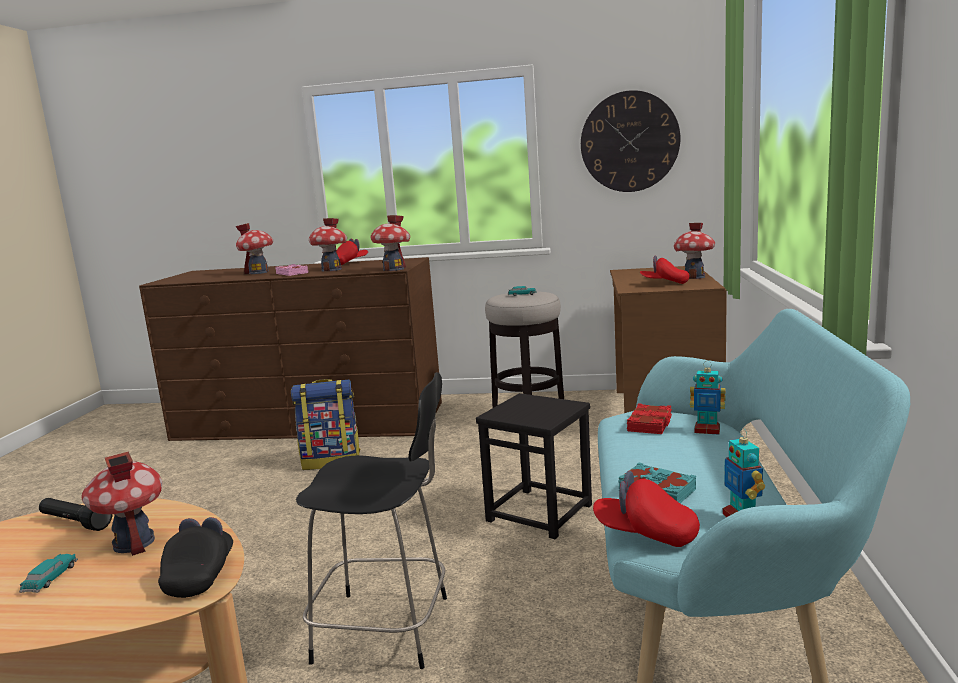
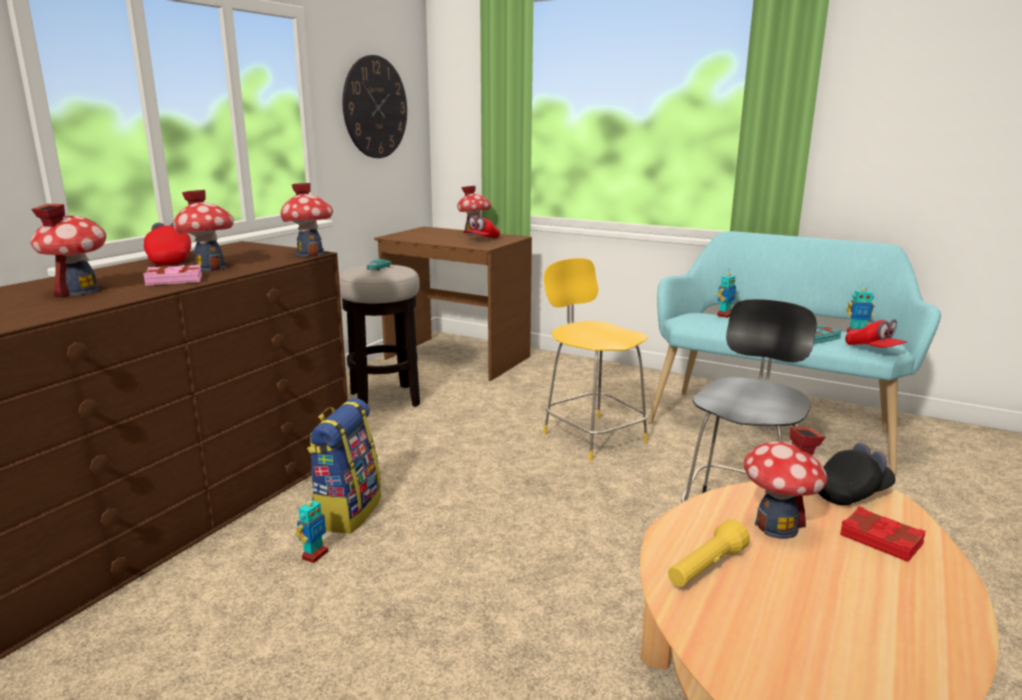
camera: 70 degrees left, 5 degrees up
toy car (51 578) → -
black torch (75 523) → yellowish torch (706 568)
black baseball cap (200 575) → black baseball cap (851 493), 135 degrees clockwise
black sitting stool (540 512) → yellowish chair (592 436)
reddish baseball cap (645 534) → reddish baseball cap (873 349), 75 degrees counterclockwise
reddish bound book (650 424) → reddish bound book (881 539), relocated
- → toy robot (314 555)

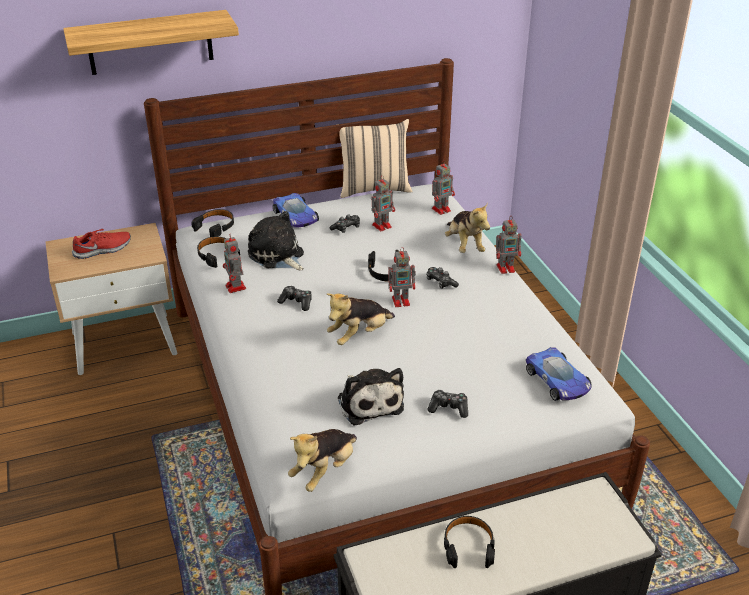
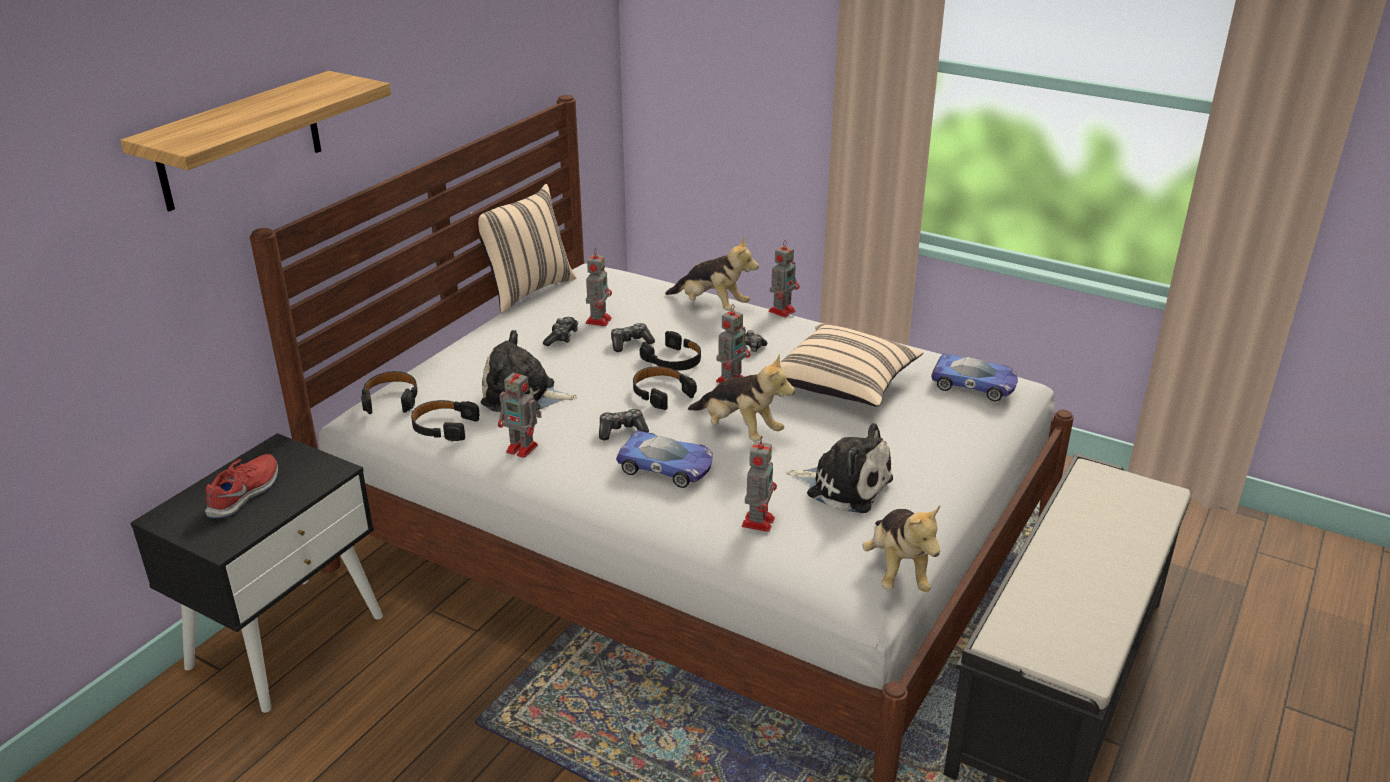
camera: 40 degrees left, 5 degrees down
sand-coloured bedside table (125 343) → black bedside table (286 640)
toy car (296 217) → toy car (667 467), relocated
plush toy (359 335) → plush toy (739 430), 60 degrees counterclockwise
joypad (449 408) → joypad (630 343), relocated
toy robot (442 209) → toy robot (758 521), relocated
black pair of headphones (468 546) → black pair of headphones (661 393), relocated
- → sand-coloured throw pillow (844 385)

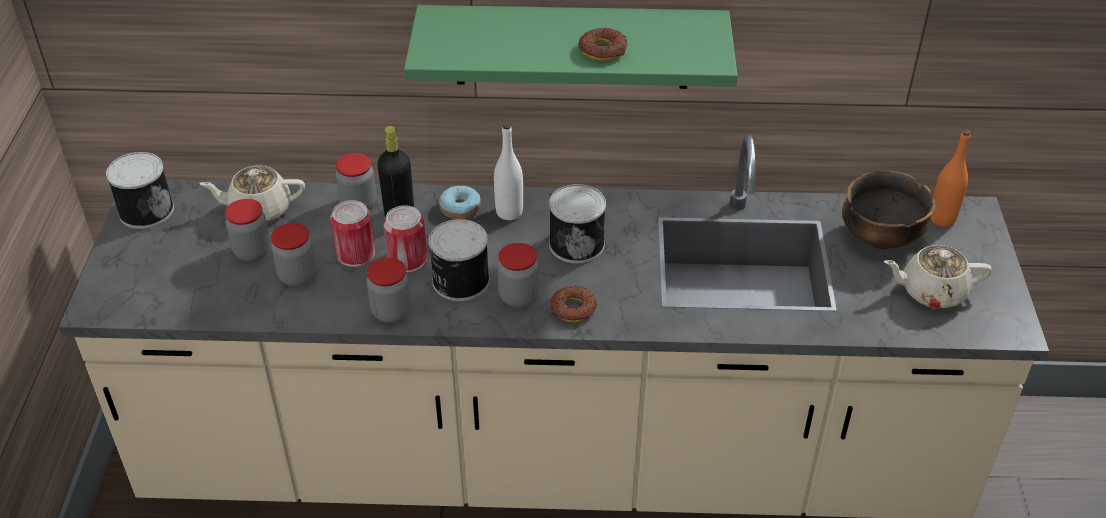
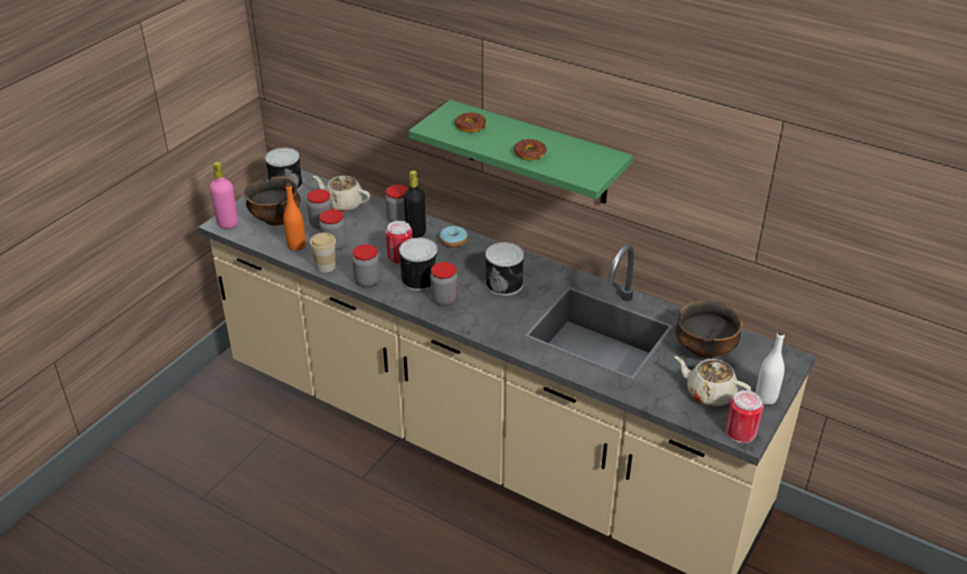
camera: 30 degrees right, 5 degrees down
can (356 253) → can (740 432), relocated
whitish bottle (509 212) → whitish bottle (766 398), relocated
doughnut (573 308) → doughnut (470 126), relocated
orange bottle (942 218) → orange bottle (296 246), relocated
- → pink-coloured bottle (228 224)
- → bowl (276 219)
- → cup (325 266)

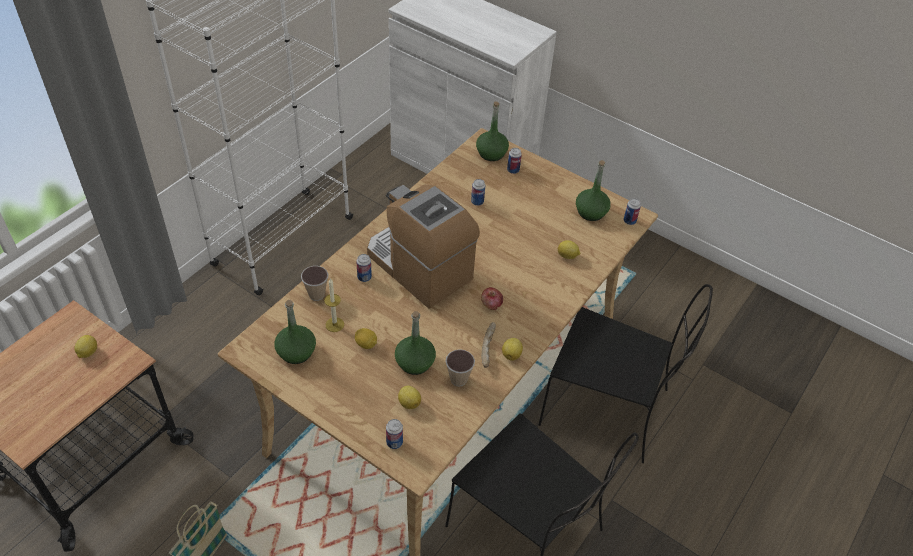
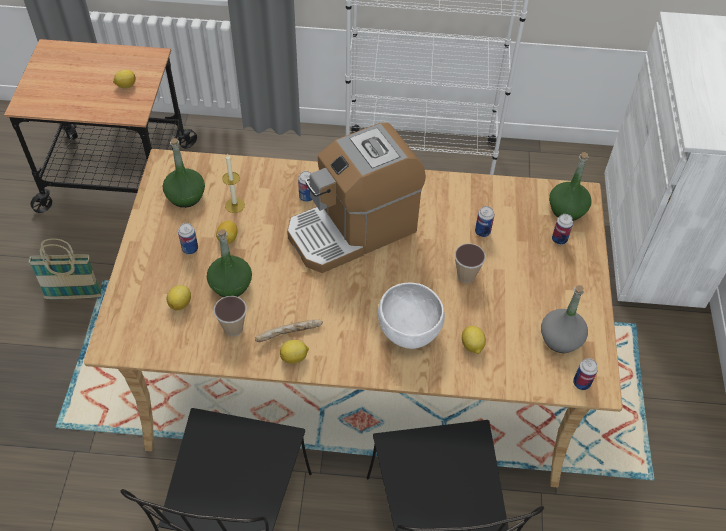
camera: 60 degrees right, 5 degrees up
cup (316 295) → cup (466 275), relocated
coffee maker (419 267) → coffee maker (353 229), 135 degrees counterclockwise
can (394 442) → can (190 249), relocated
whole apple (491 304) → -
green-coloured bottle (591 212) → grey bottle (560 339)
- → whitish bowl (409 333)

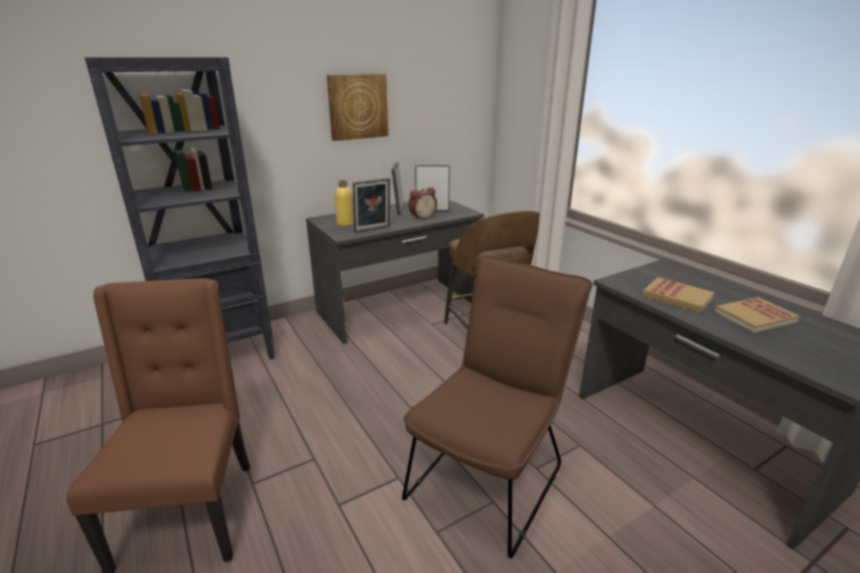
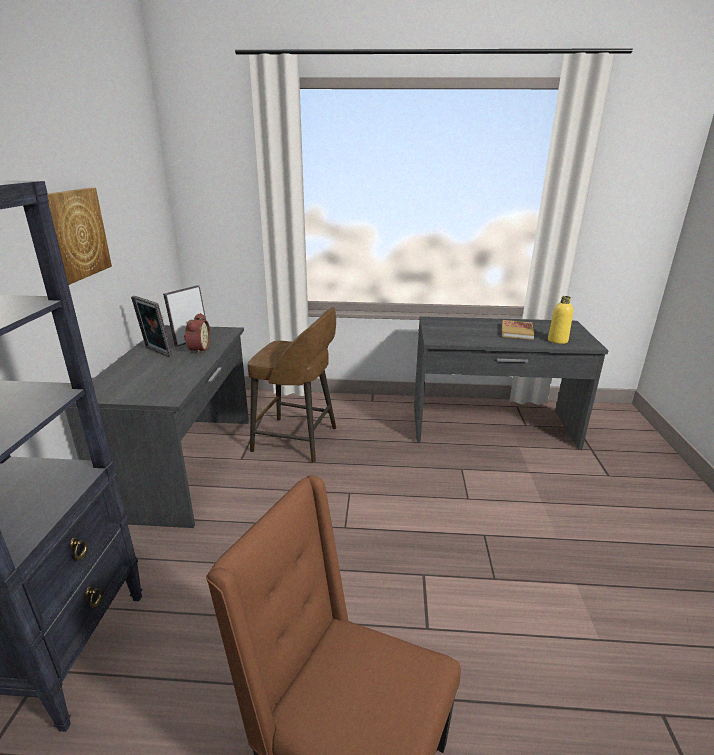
camera: 55 degrees left, 0 degrees up
yellowish bottle (345 223) → yellowish bottle (557 340), relocated
standing frame (373 229) → -
brown-coloured chair (491 475) → -
bound book (677 297) → -

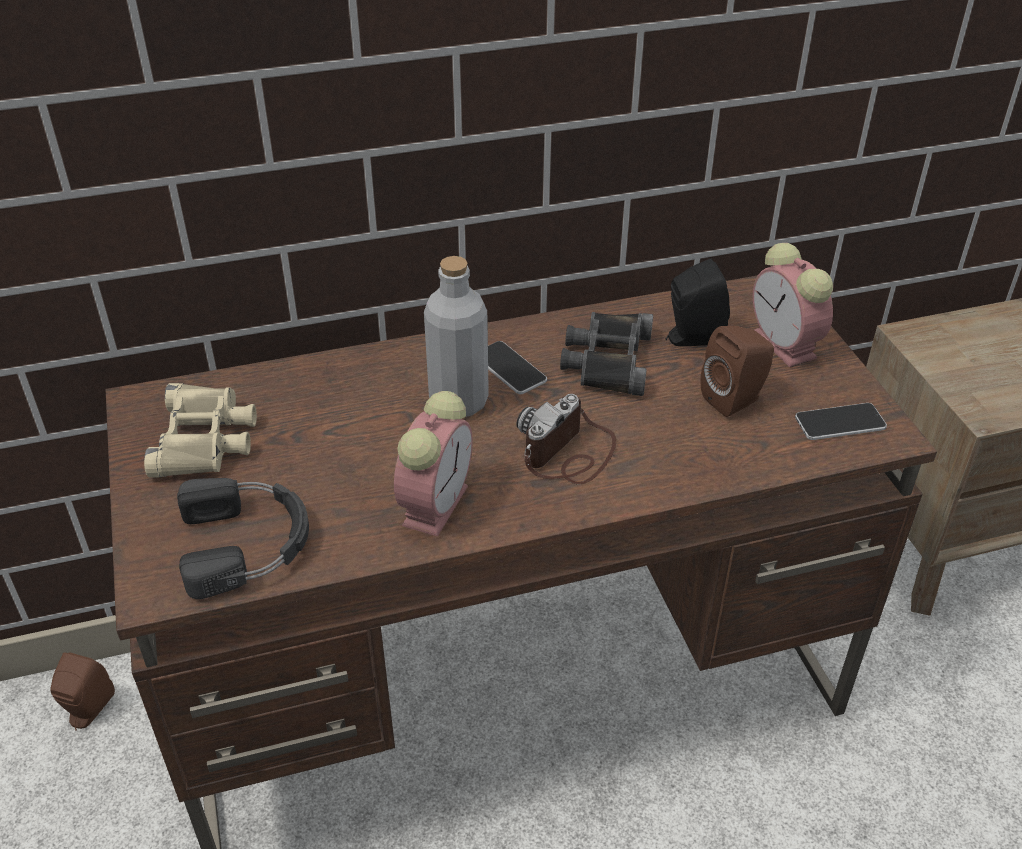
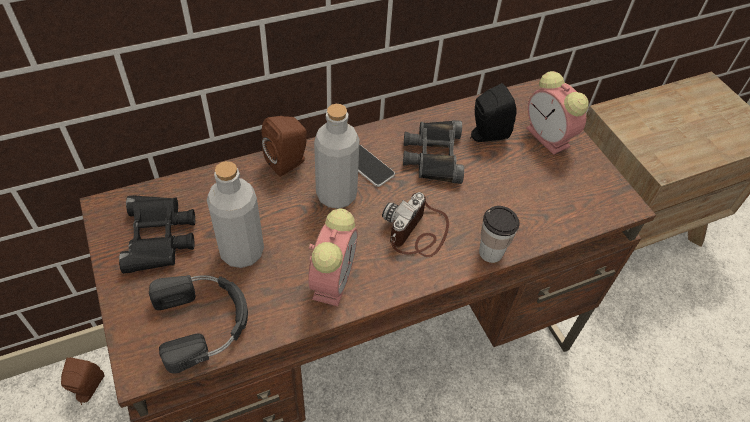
camera: 10 degrees left, 10 degrees up
sand-coloured binoculars (205 439) → black binoculars (160 237)
brown-coloured speaker (735 399) → brown-coloured speaker (289 162), relocated
phone (840 423) → -
- → grey bottle (242 251)
- → cup (490 252)

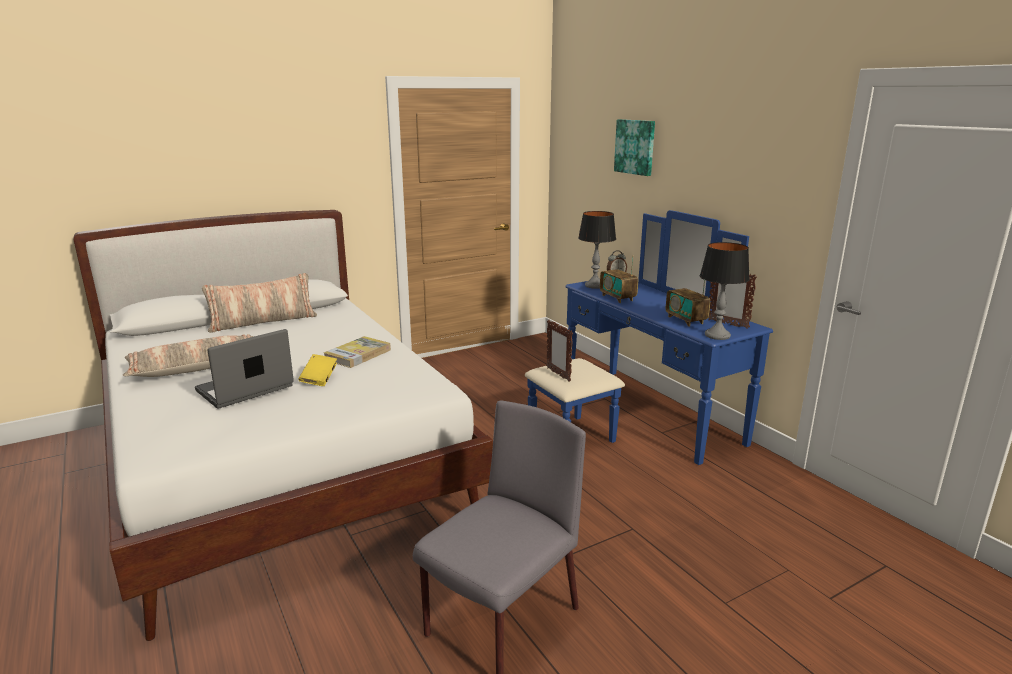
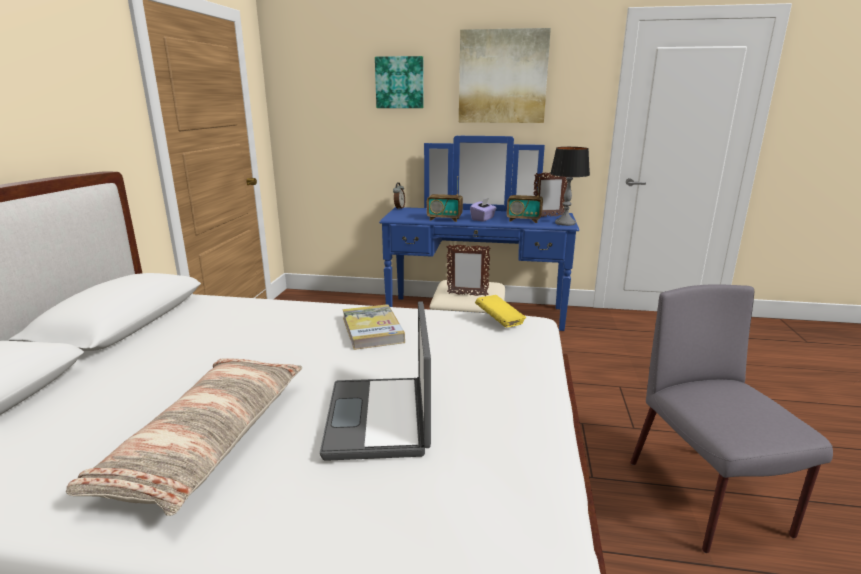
camera: 50 degrees left, 0 degrees up
throw pillow (263 322) → -
yellowish bound book (319 379) → yellowish bound book (499 322), relocated
table lamp (594 285) → -
- → wall art (502 77)
- → purple-coloured box of tissues (483 219)

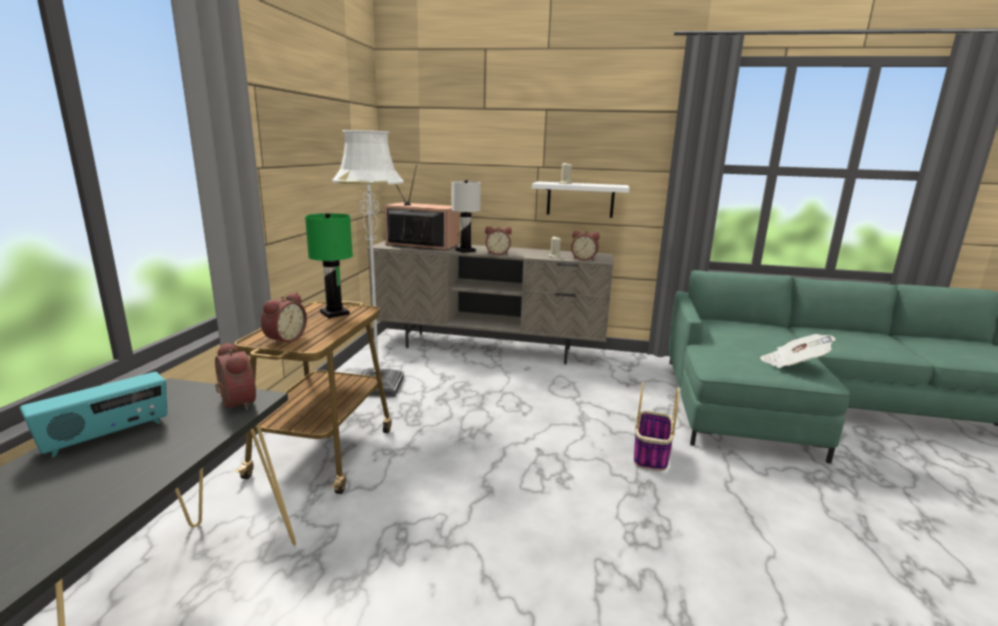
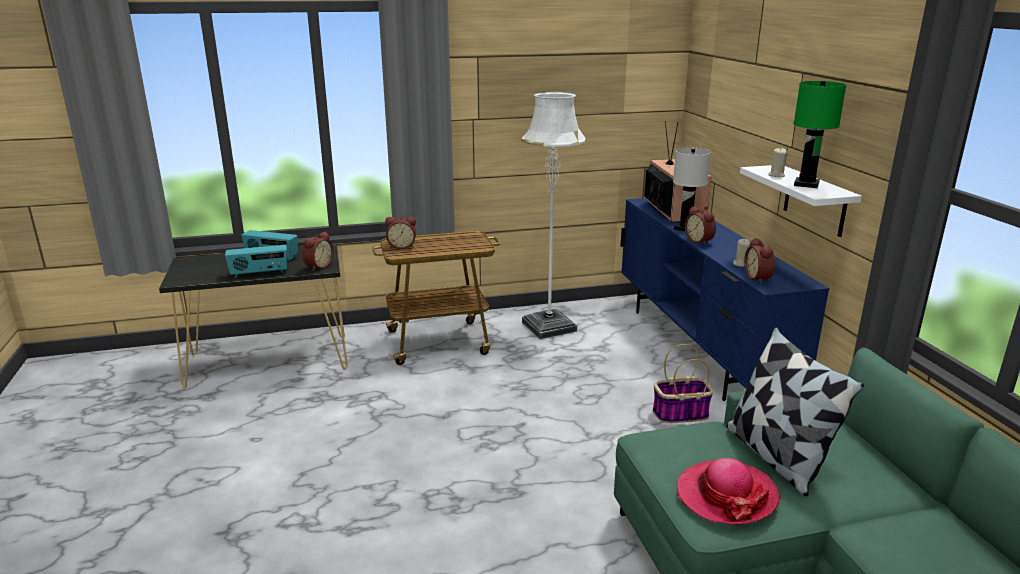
camera: 65 degrees right, 5 degrees up
green-coloured table lamp (334 313) → green-coloured table lamp (806 184), relocated
sand-coloured tv unit (489 348) → blue-coloured tv unit (698 349)
storage basket (651 455) → storage basket (680 414), relocated
daily paper (793 365) → clothing hat (726 495)
- → radio (259 273)
- → throw pillow (776 456)

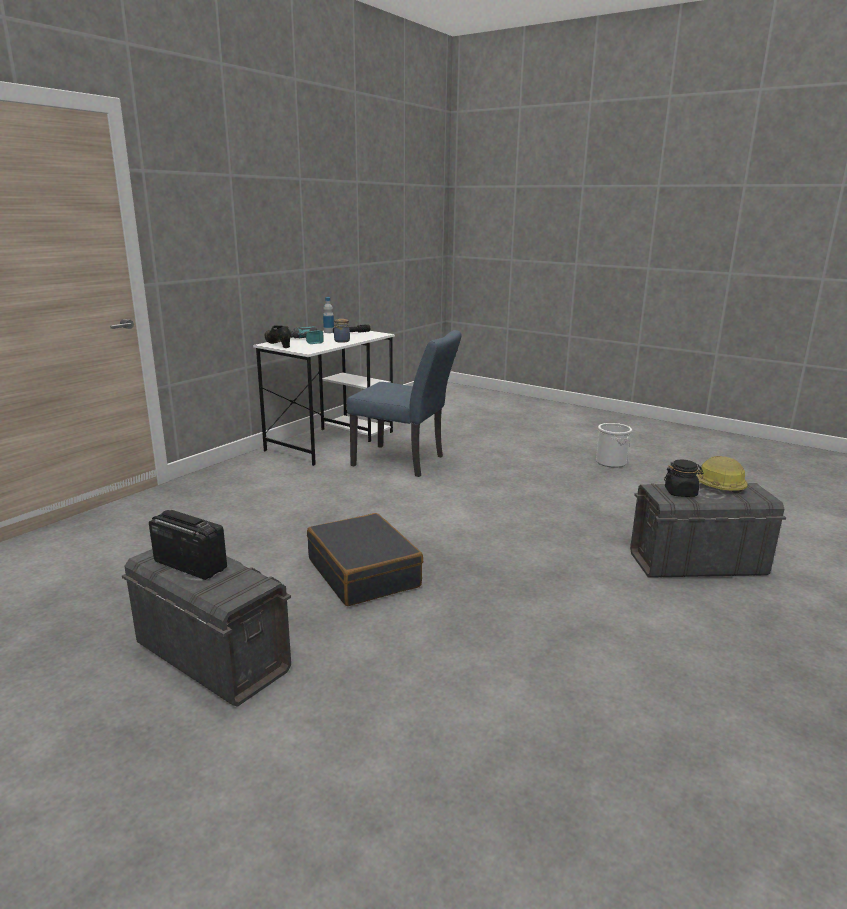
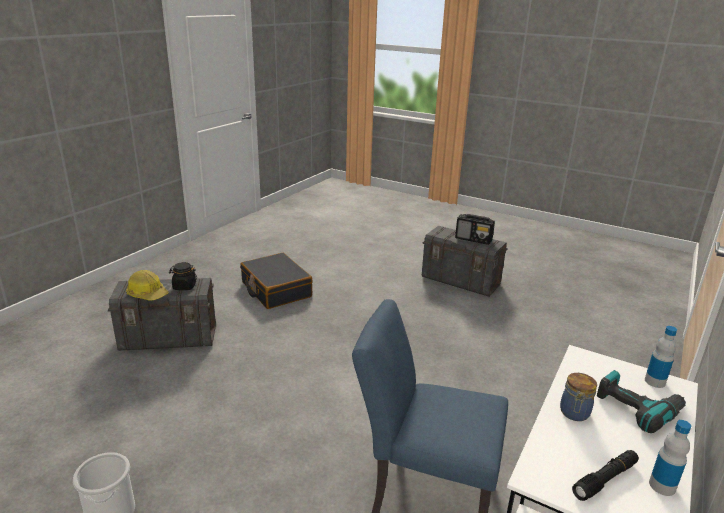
camera: 175 degrees right, 5 degrees up
black shoe (278 345) → bottle (655 381)
black suitcase (364 573) → black suitcase (275 289), relocated

